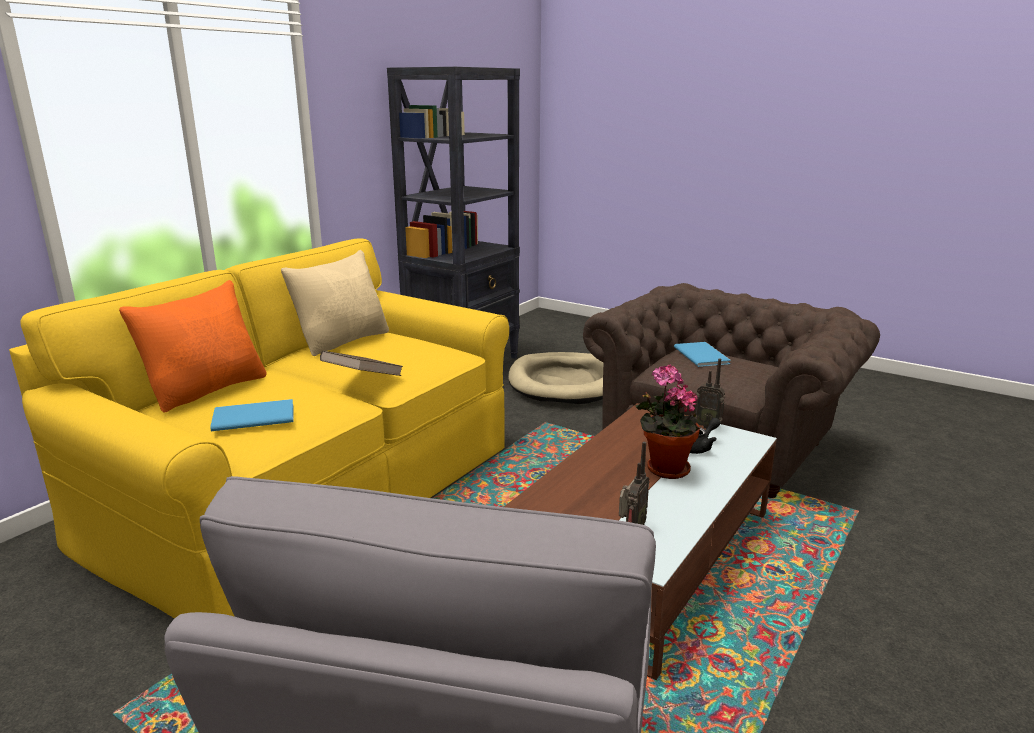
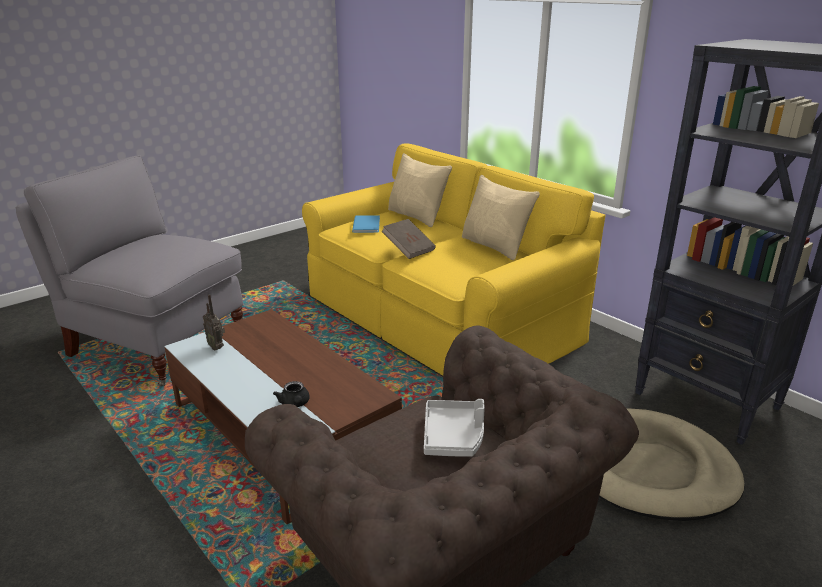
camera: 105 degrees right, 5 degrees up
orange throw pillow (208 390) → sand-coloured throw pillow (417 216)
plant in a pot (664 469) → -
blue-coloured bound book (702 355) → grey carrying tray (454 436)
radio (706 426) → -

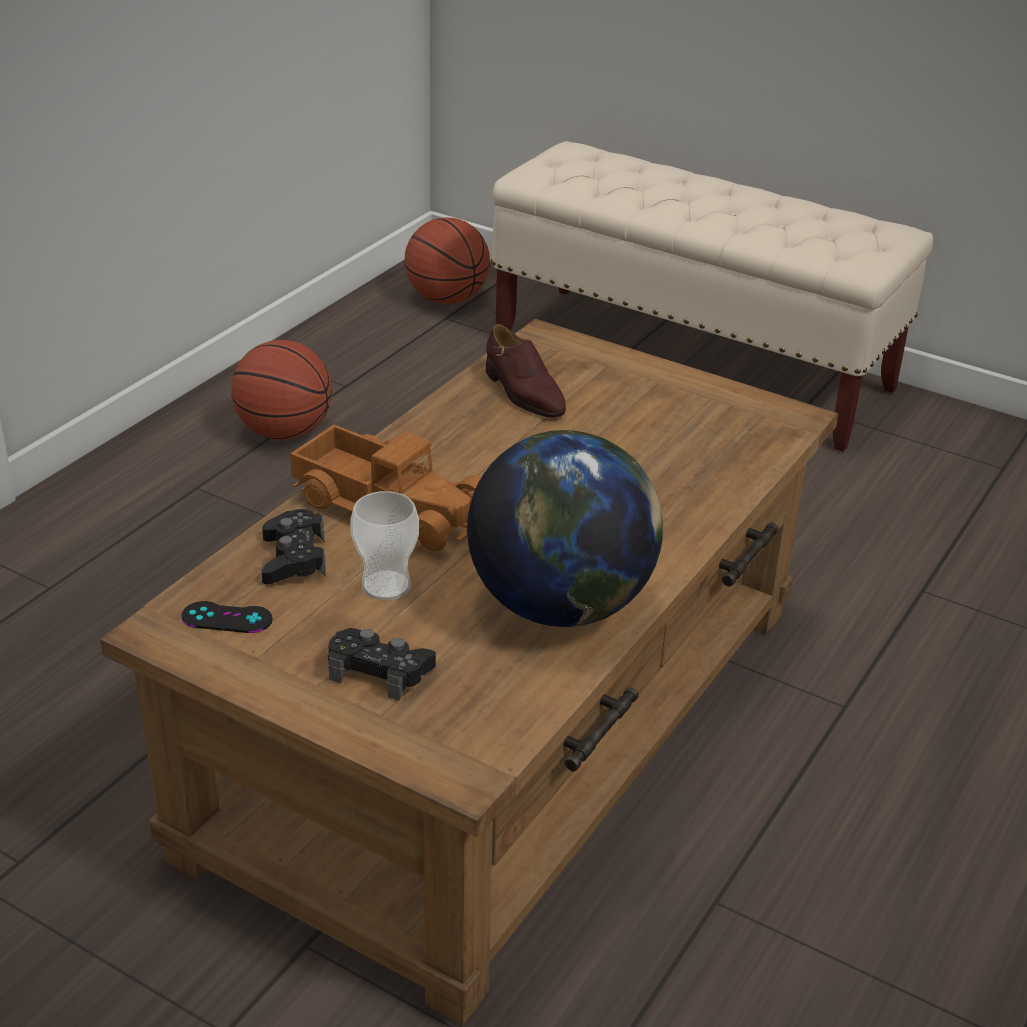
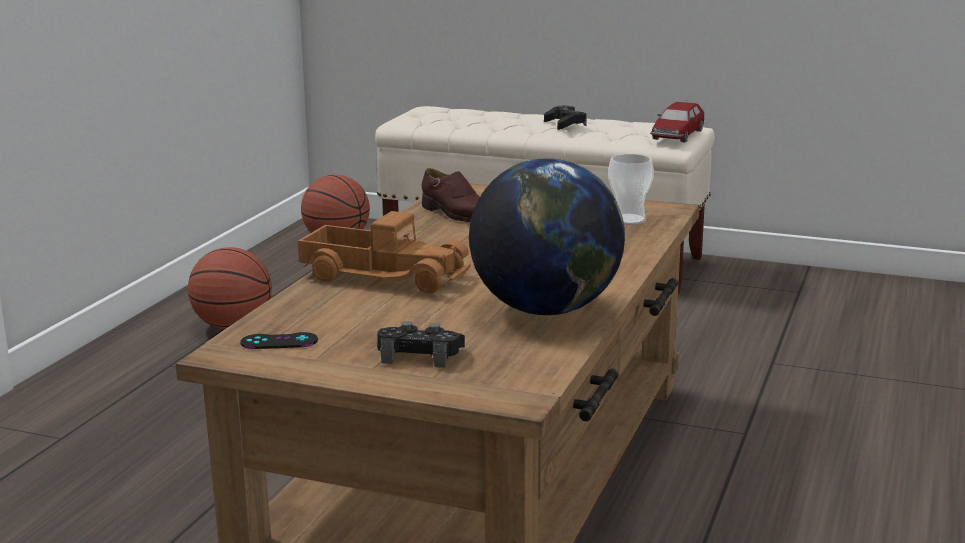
camera: 10 degrees left, 15 degrees down
black joypad (294 558) → black joypad (565 124), relocated
cup (386 586) → cup (629 219), relocated
- → toy car (677 135)

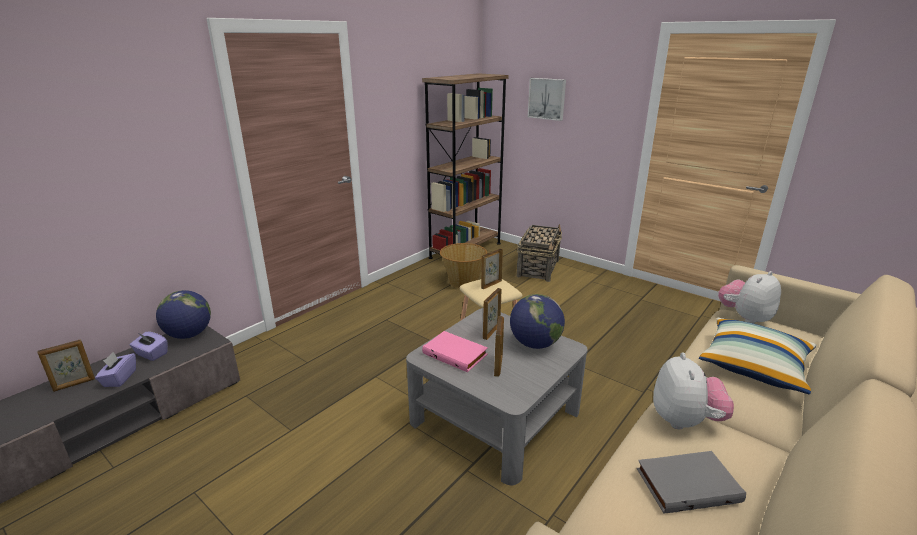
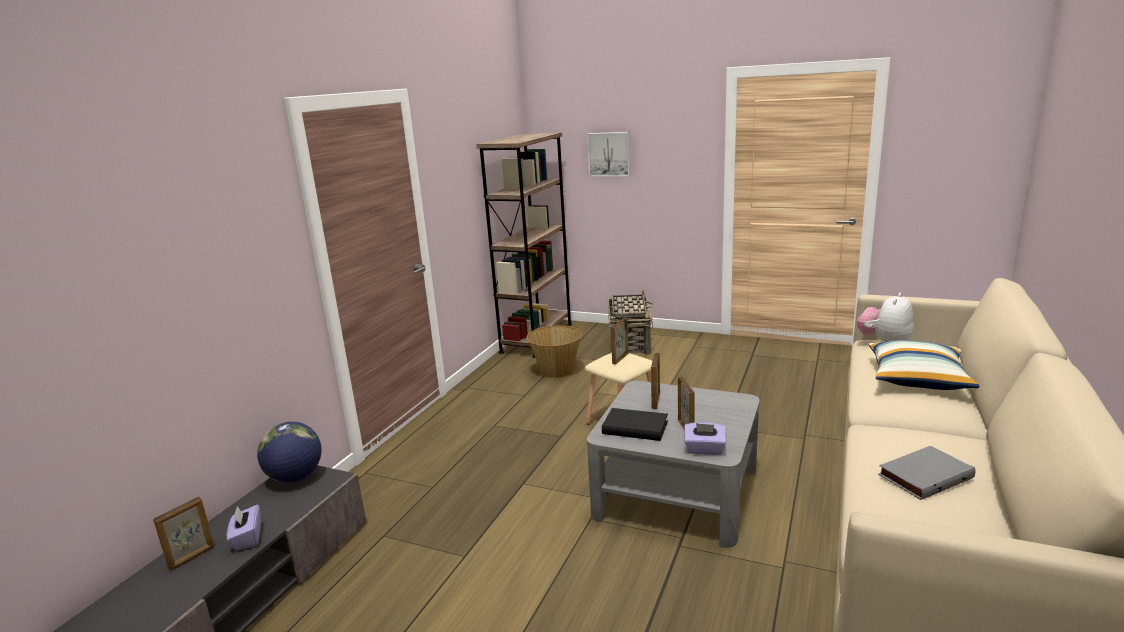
camera: 15 degrees left, 5 degrees down
purple-coloured box of tissues (151 354) → purple-coloured box of tissues (704 449), relocated
pink-coloured bound book (456 353) → black bound book (636 427)
globe (535 344) → -
plush toy (685 421) → -

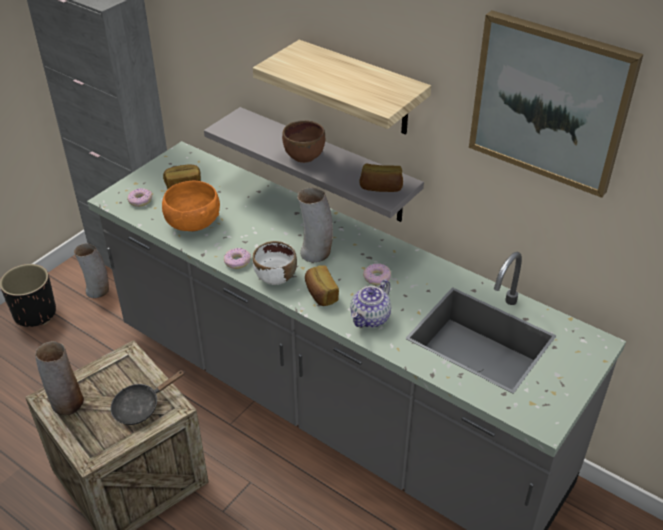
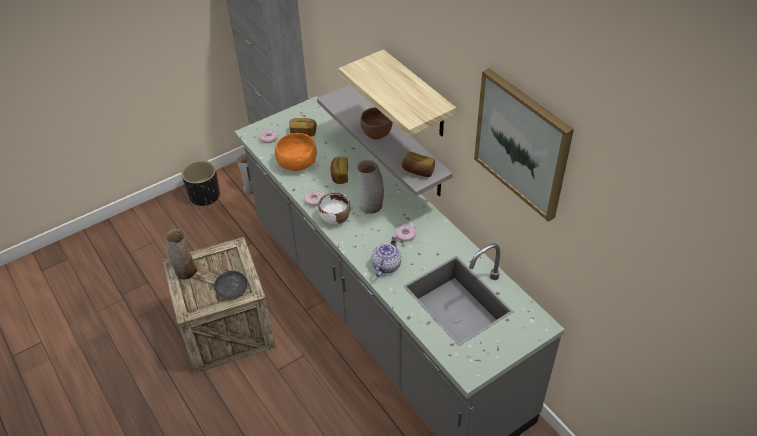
camera: 20 degrees right, 5 degrees up
black frying pan (141 406) → black frying pan (230 285), 90 degrees counterclockwise
baked bread (320 294) → baked bread (339 175), relocated
tea pot (370 318) → tea pot (386 265), 150 degrees clockwise

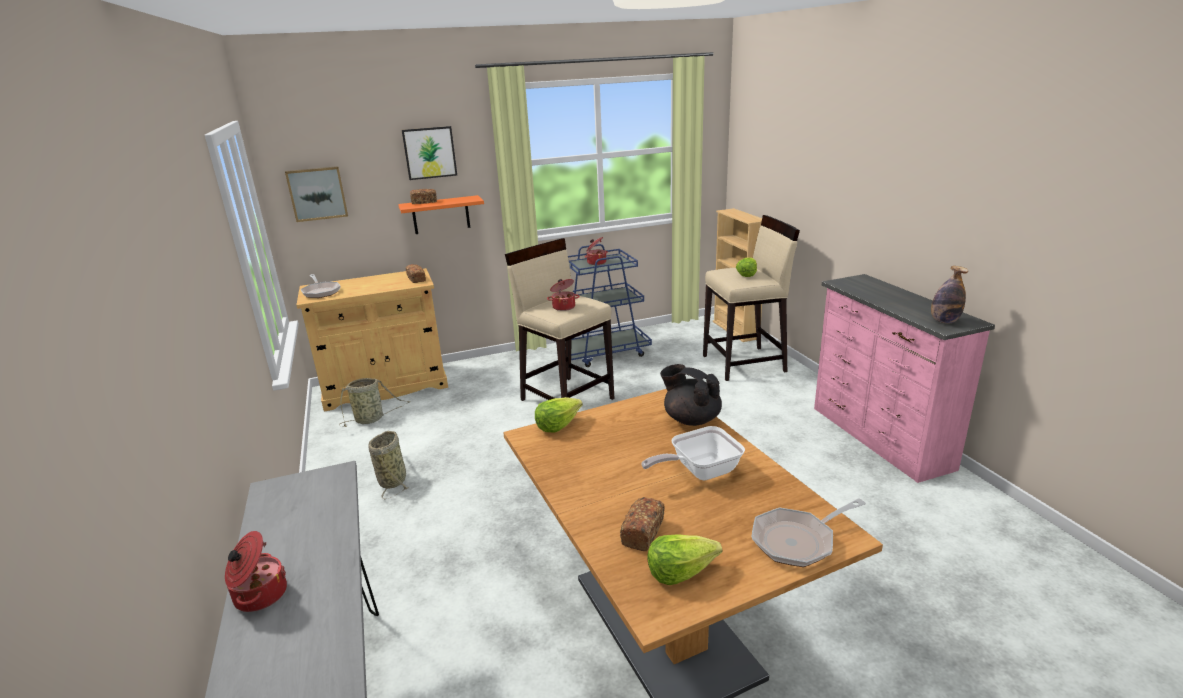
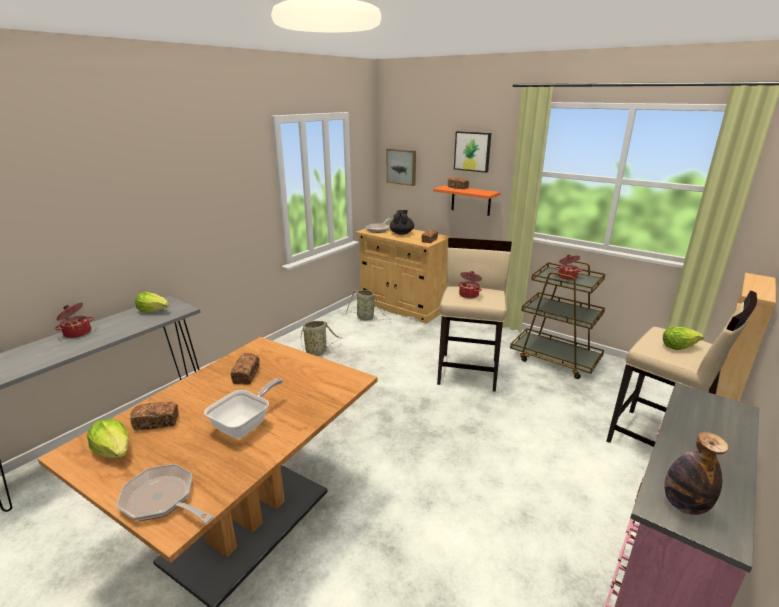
camera: 55 degrees right, 0 degrees up
lettuce (557 425) → lettuce (154 310), relocated
blue-coloured cart (604 352) → brown-coloured cart (555 359)
frying pan (699 471) → frying pan (246 424), 90 degrees clockwise
black tea pot (691 419) → black tea pot (401 233), relocated
- → baked bread (246 375)

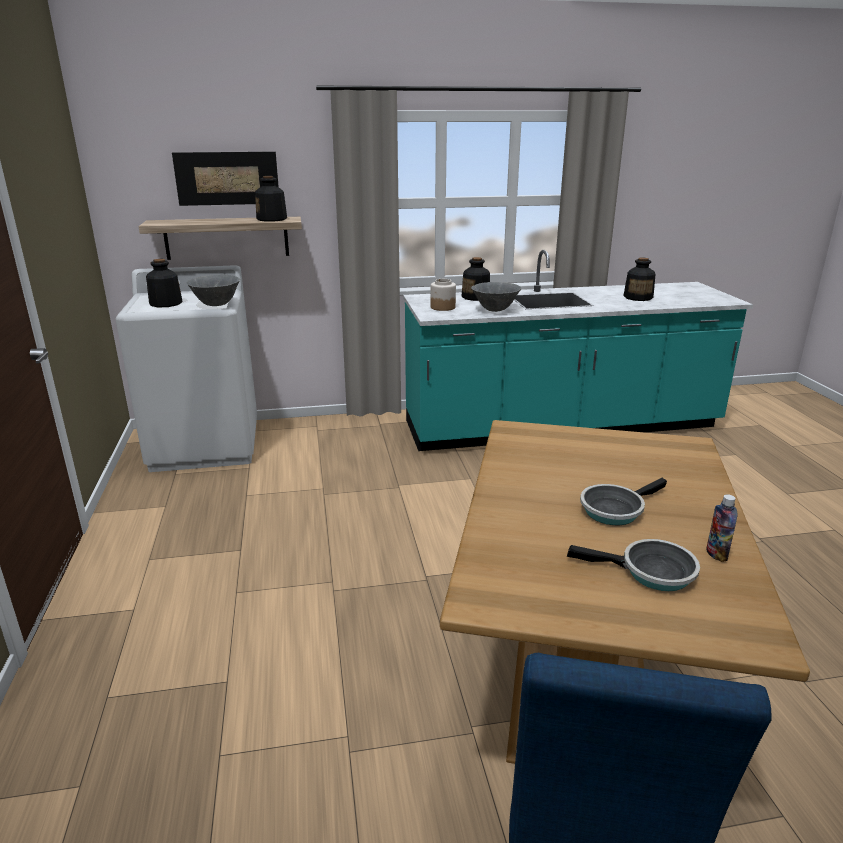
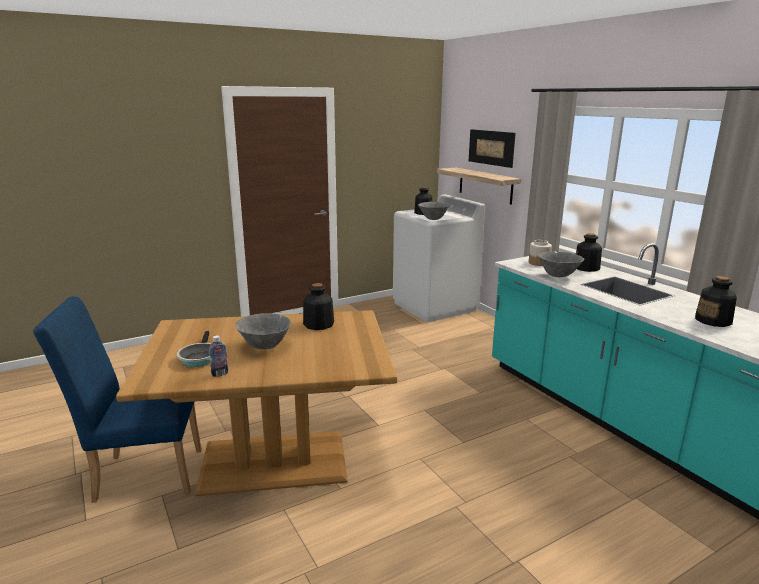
camera: 70 degrees right, 5 degrees down
bottle (272 219) → bottle (318 324), relocated
frying pan (614 509) → grey bowl (264 347)

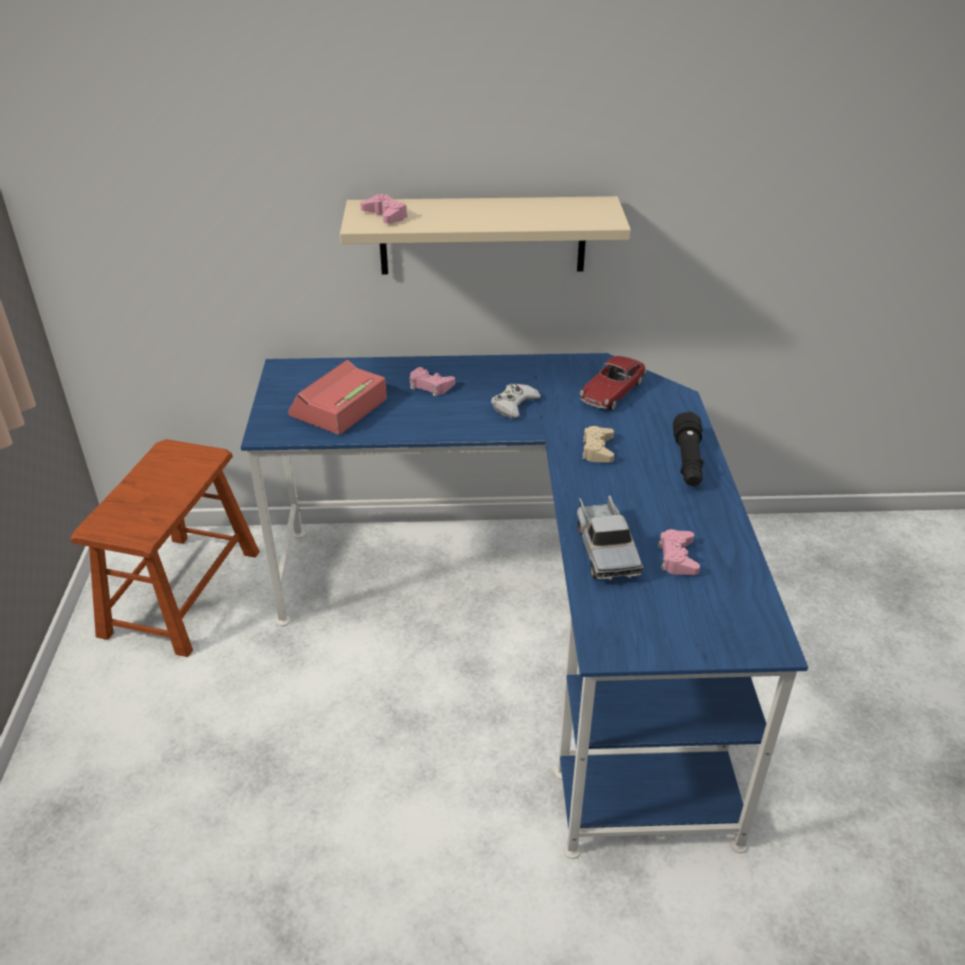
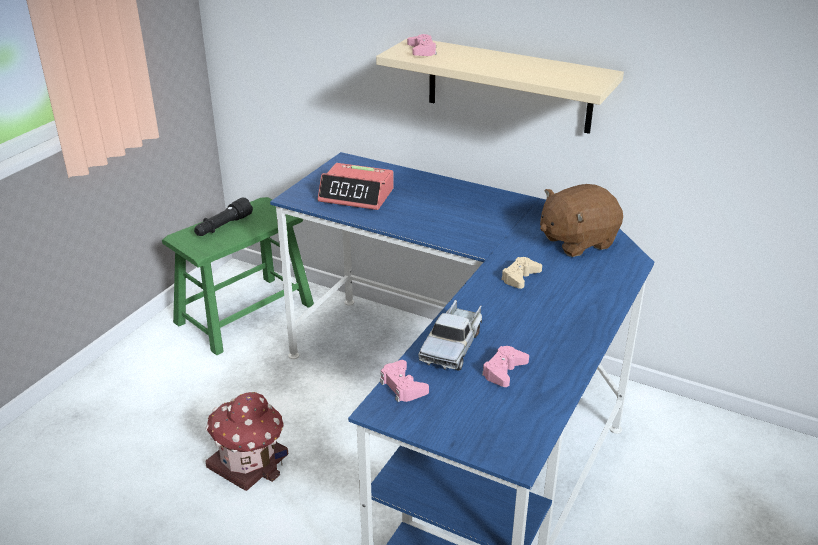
camera: 30 degrees right, 5 degrees down
brown-coloured sitting stool (181 592) → green-coloured sitting stool (244 313)
table clock (338 408) → table clock (357 195), 135 degrees counterclockwise
pink-coloured joypad (430 386) → pink-coloured joypad (402 386), relocated
whitish joypad (514 405) → -
toy car (612 392) → brown-coloured plush toy (576 241)
black torch (688 462) → black torch (223 226), relocated
- → model house (249 461)

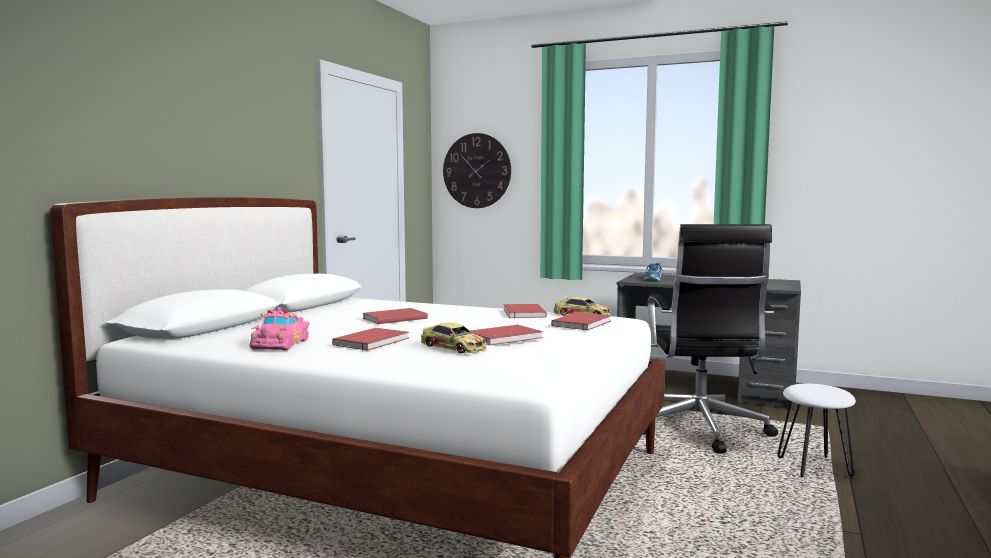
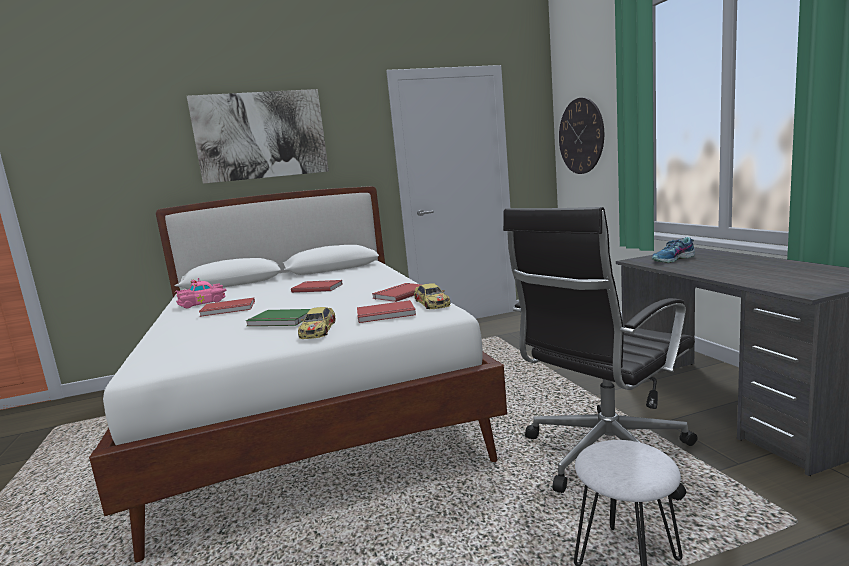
camera: 50 degrees right, 5 degrees up
toy car (453 347) → toy car (318 329), relocated
reddish bound book (506 338) → green-coloured bound book (280 321)
- → wall art (261 135)

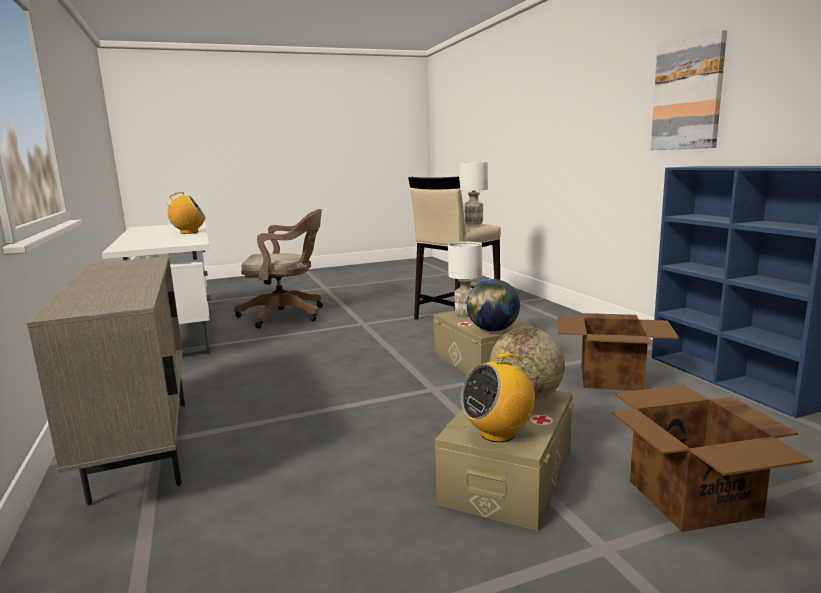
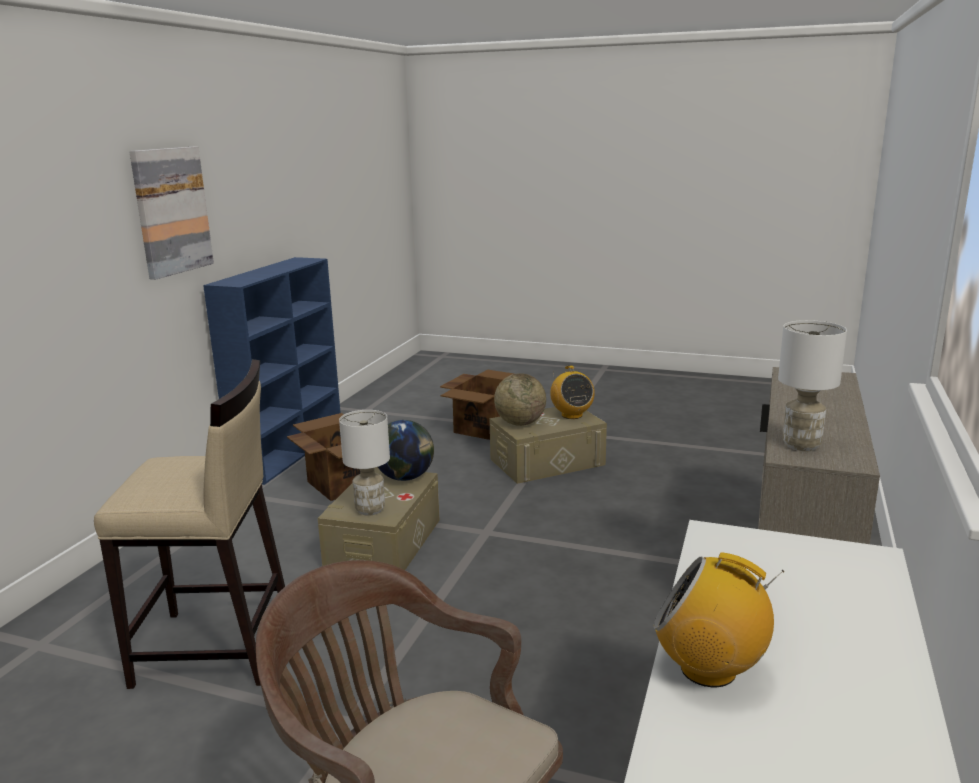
camera: 140 degrees left, 5 degrees up
whitish table lamp (474 223) → whitish table lamp (801 445), relocated
radio (498 433) → radio (571 415), 60 degrees clockwise

